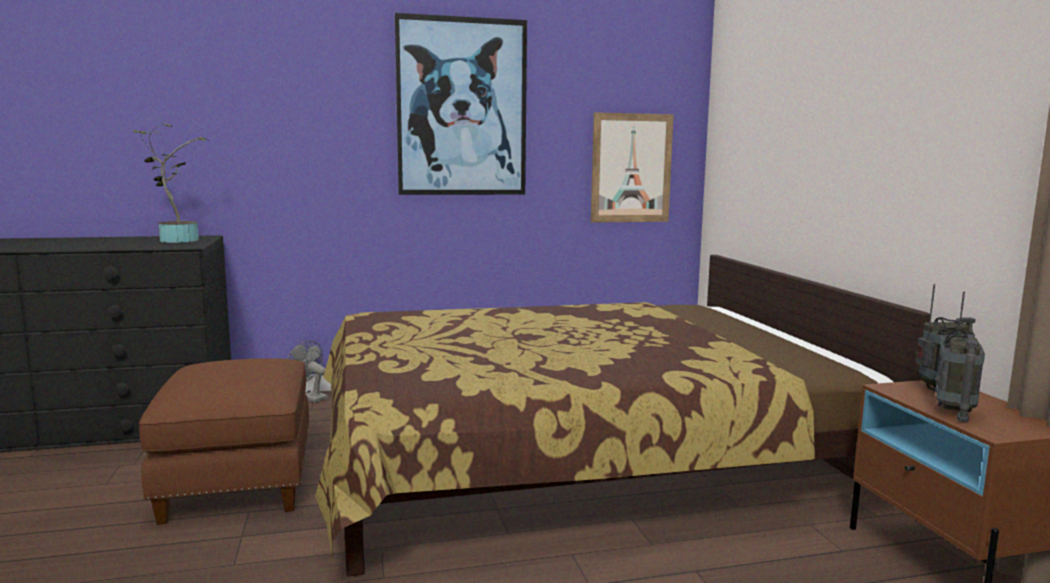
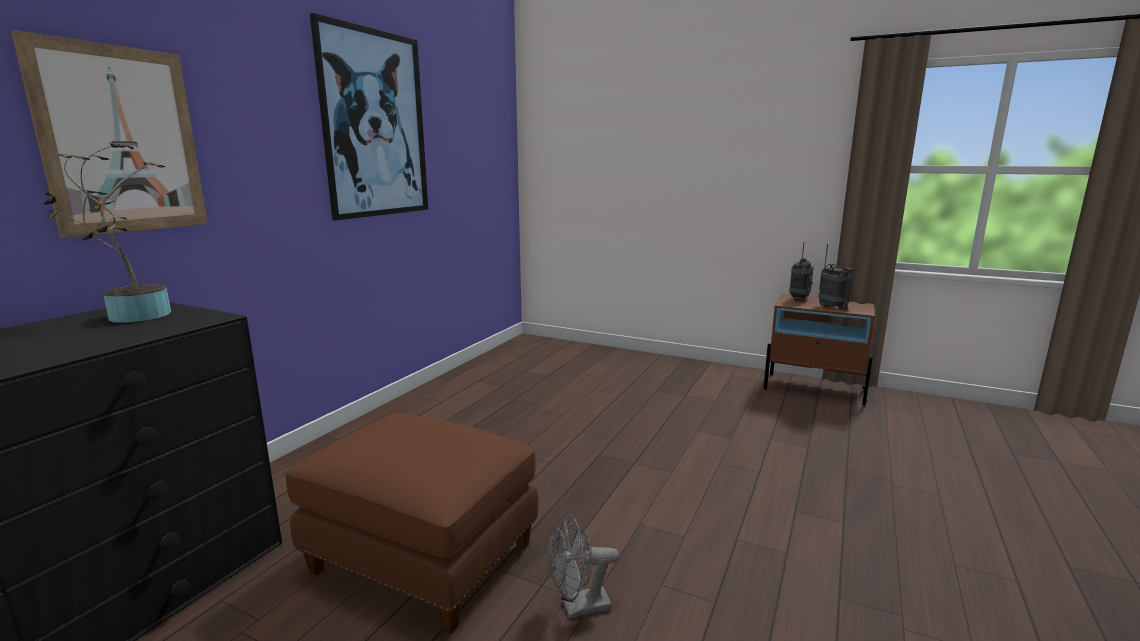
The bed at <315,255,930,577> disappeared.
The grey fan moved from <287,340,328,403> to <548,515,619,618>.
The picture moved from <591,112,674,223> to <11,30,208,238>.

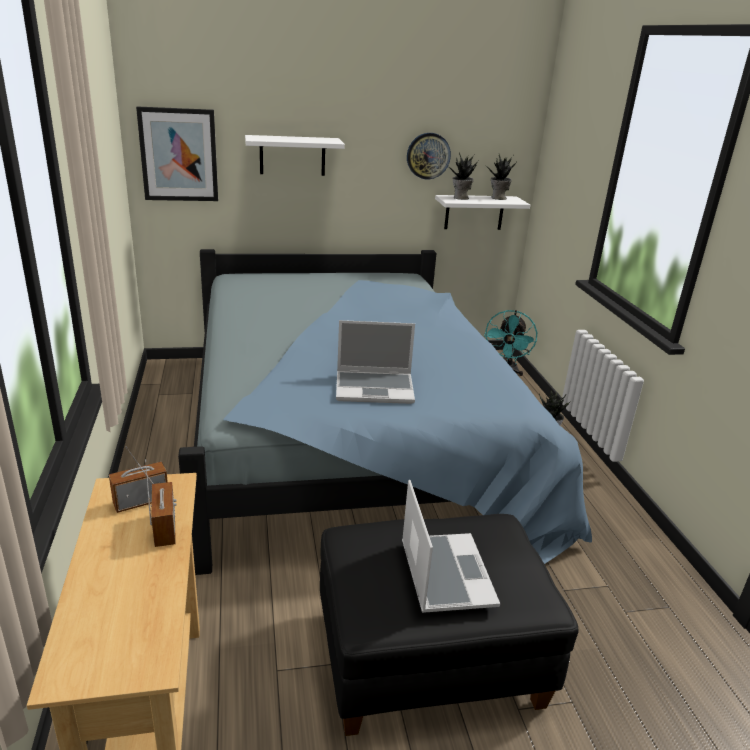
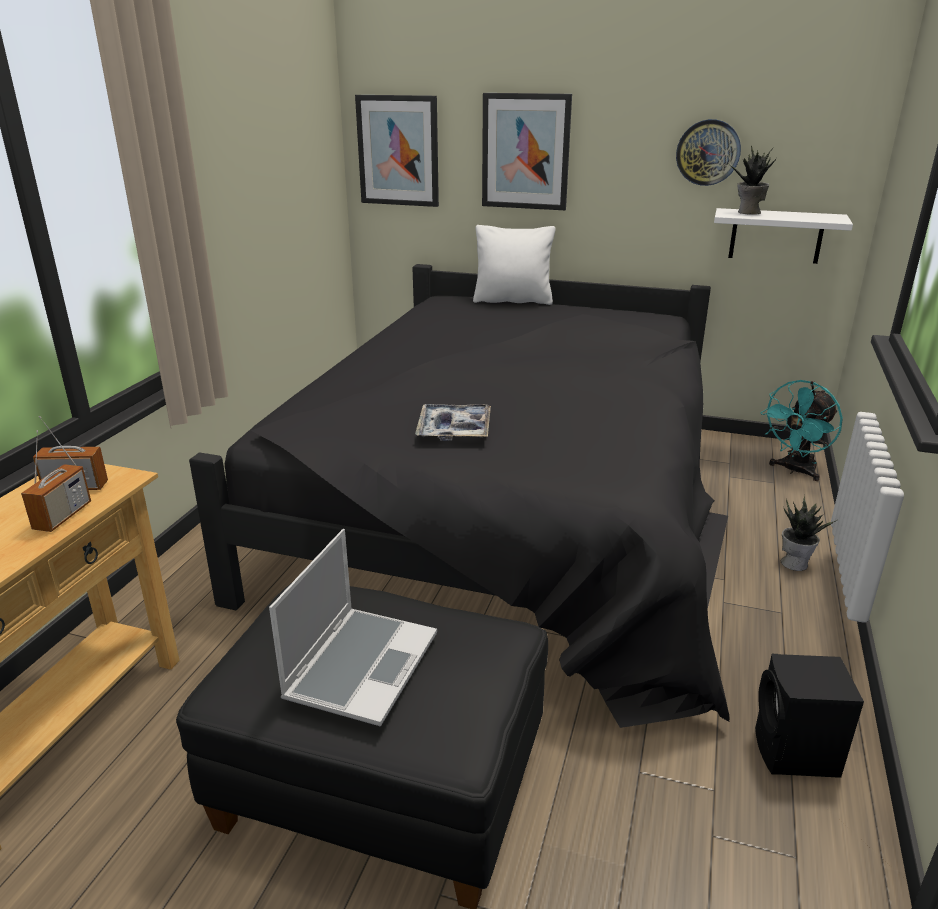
The potted plant at <485,154,516,200> disappeared.
The white pillow at <473,225,555,305> appeared.
The black speaker at <755,654,864,778> appeared.
The white shelf at <245,135,345,176> was replaced by the picture at <482,93,572,210>.
The laptop at <336,320,415,404> was replaced by the tray at <415,404,491,441>.
The blue bed at <178,249,592,575> became the black bed at <189,264,729,728>.

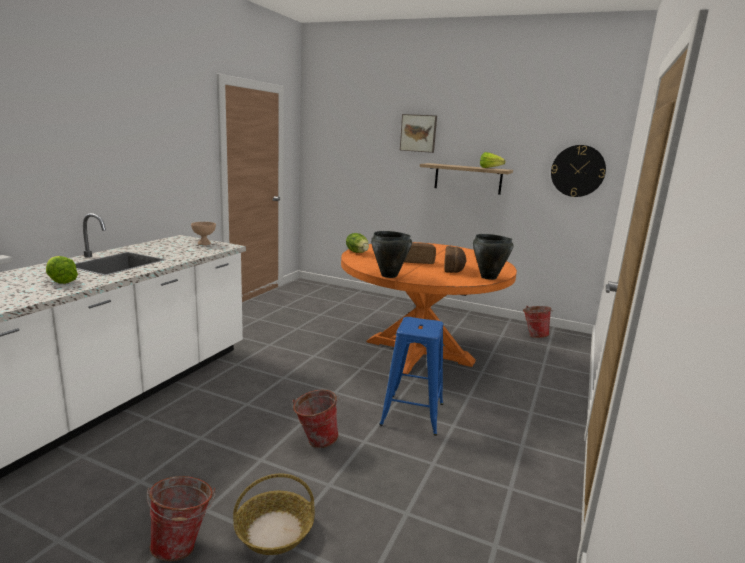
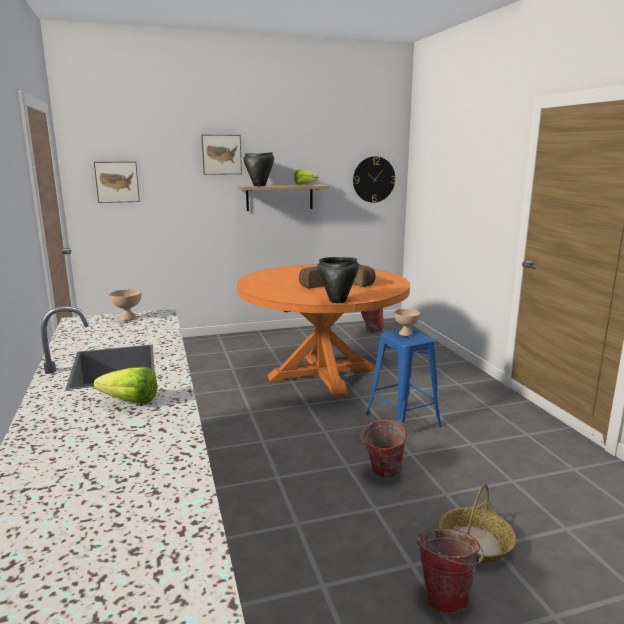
The lettuce at <346,233,369,253> disappeared.
The picture at <94,162,140,203> appeared.
The beige bowl at <394,309,420,336> appeared.
The black cooking pot moved from <473,234,513,280> to <243,152,274,186>.

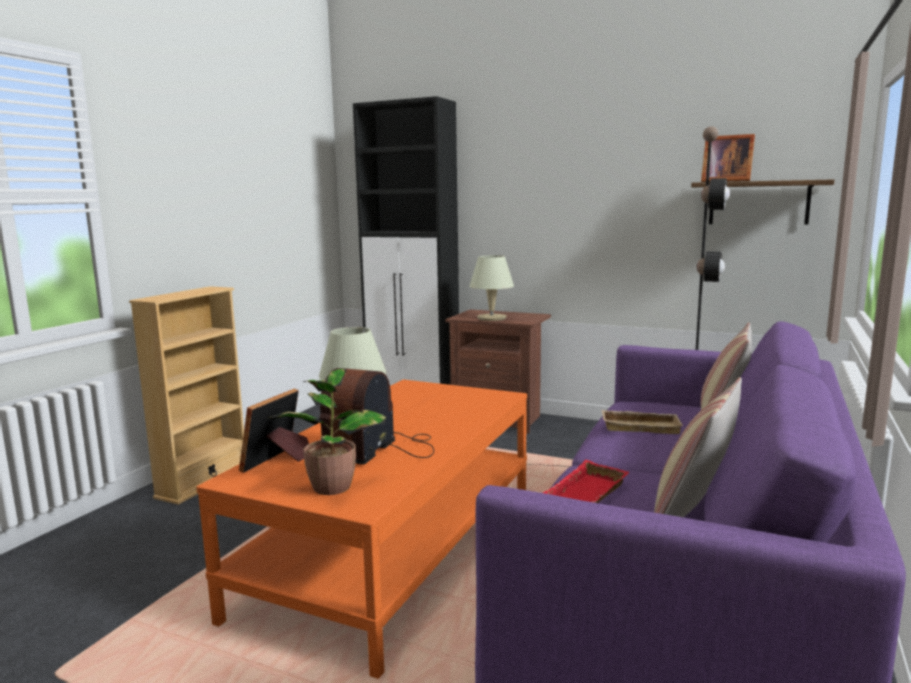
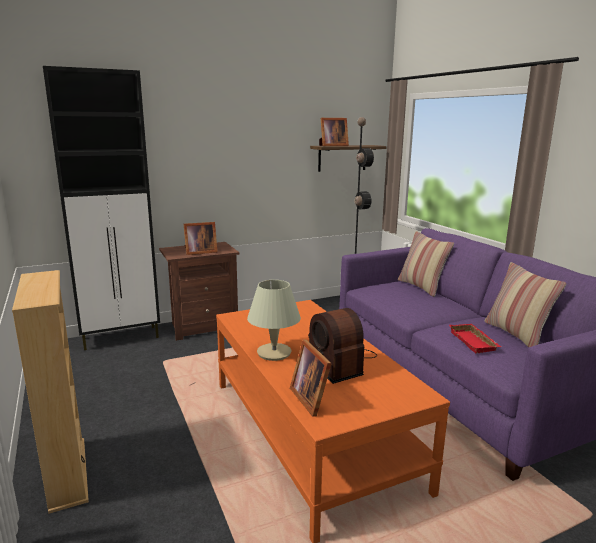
The potted plant at <267,368,387,495> disappeared.
The beige tray at <602,410,683,434> disappeared.
The beige table lamp at <469,255,514,321> was replaced by the picture frame at <184,222,218,255>.

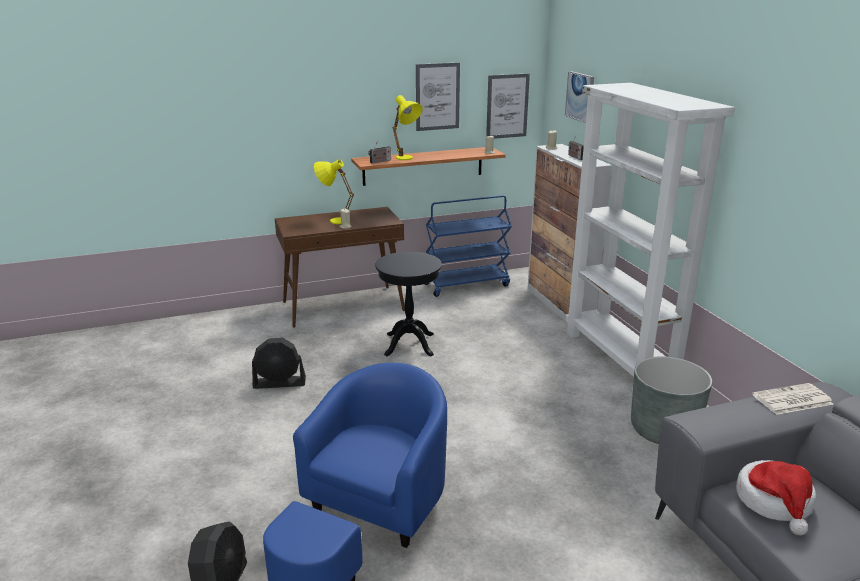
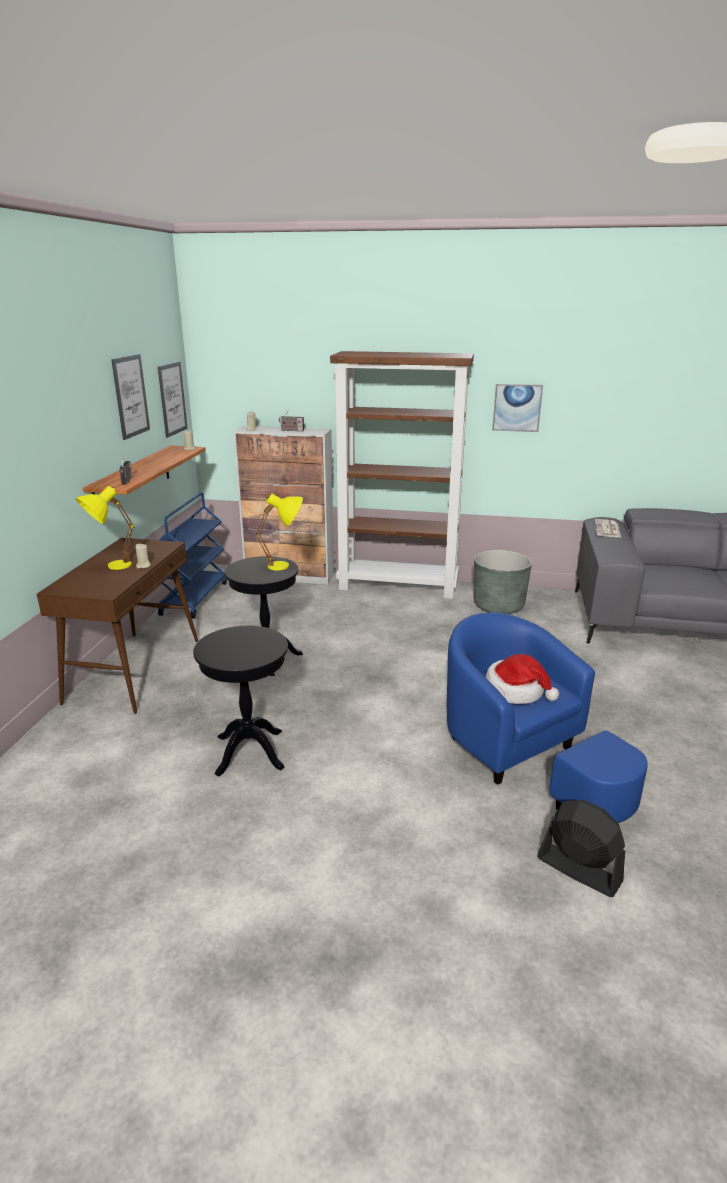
The yellow table lamp moved from <393,95,423,160> to <256,493,303,570>.
The picture moved from <565,71,594,123> to <492,384,543,432>.
The hat moved from <736,460,816,536> to <486,654,559,704>.
The black fan at <252,338,306,389> was replaced by the black side table at <193,626,288,776>.
The white bookcase at <565,83,735,392> became the brown bookcase at <330,351,474,599>.

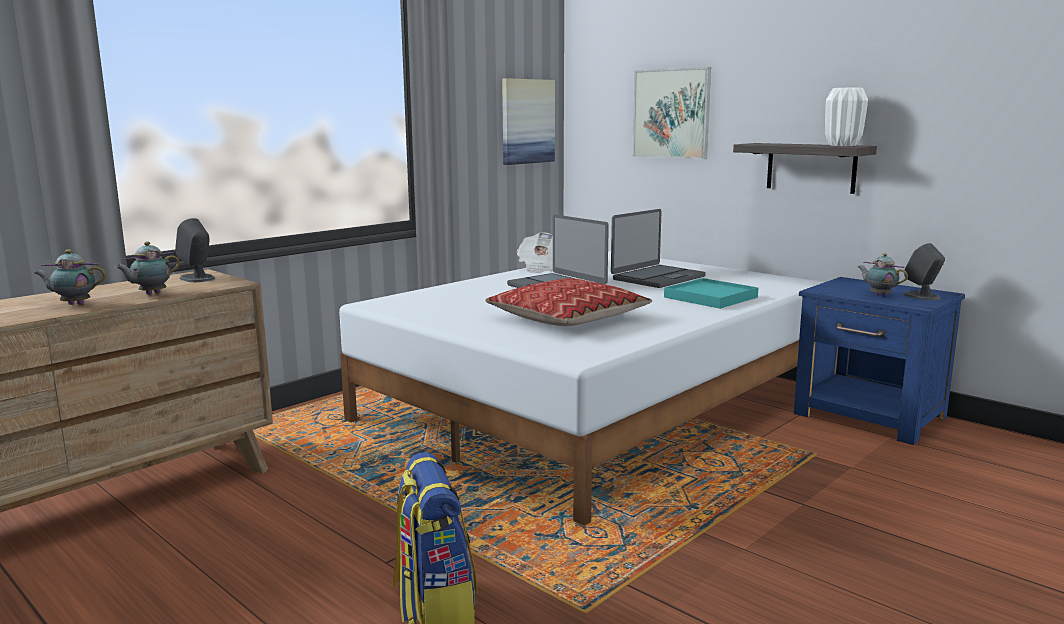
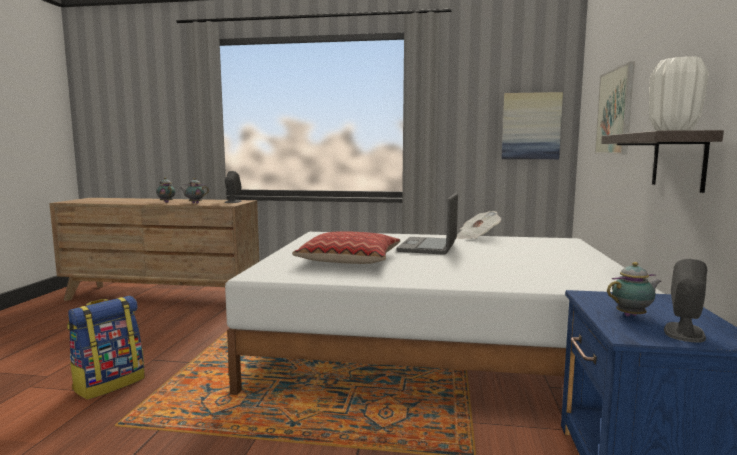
The laptop at <611,209,706,288> disappeared.
The turquoise tray at <664,278,758,309> disappeared.
The teapot at <858,253,908,296> turned 60 degrees clockwise.

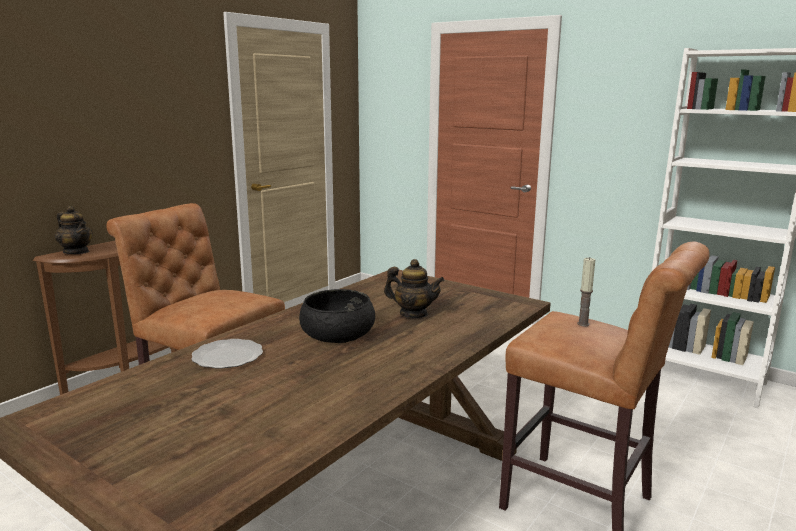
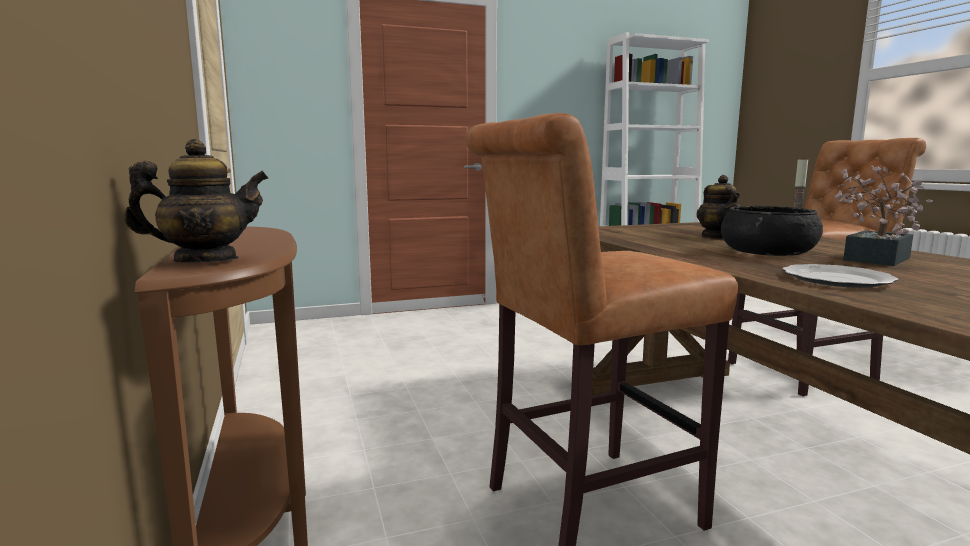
The potted plant at <834,165,932,266> appeared.
The teapot at <384,259,445,318> turned 120 degrees clockwise.

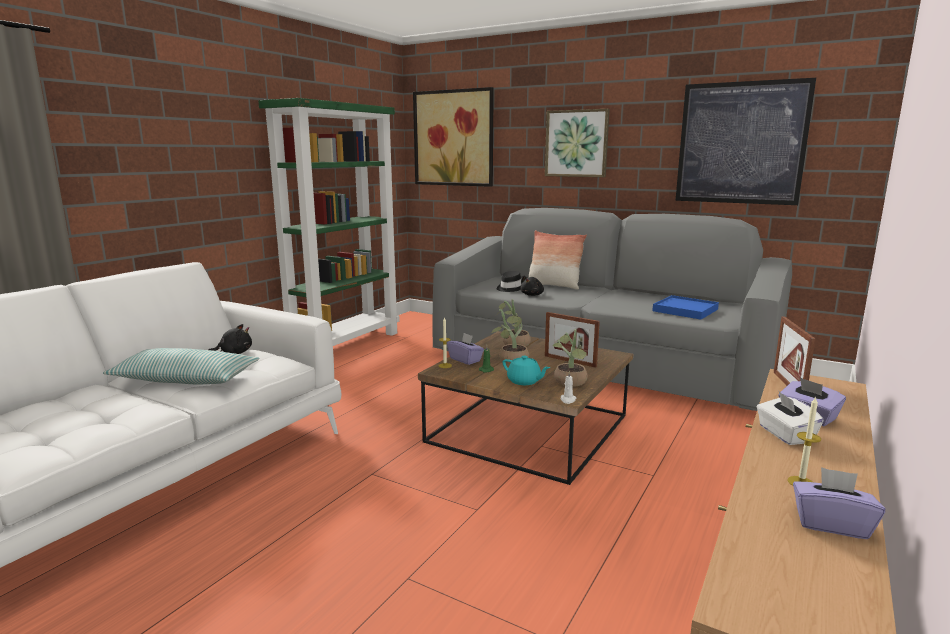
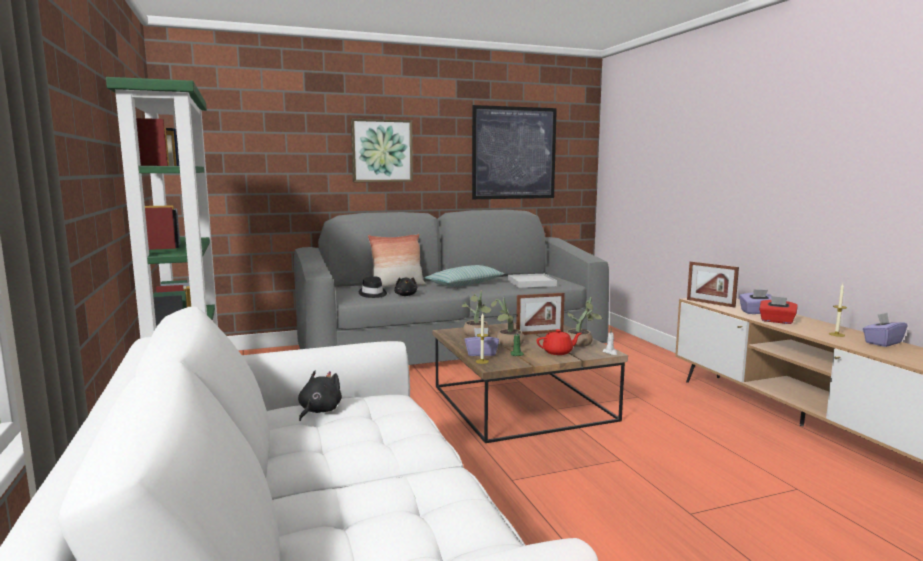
The picture at <413,87,494,187> disappeared.
The pillow moved from <103,348,260,384> to <425,265,504,287>.
The turquoise teapot at <503,356,550,385> became the red teapot at <537,329,582,355>.
The blue tray at <652,295,719,320> became the white tray at <508,274,557,288>.
The white tissue box at <757,392,823,445> became the red tissue box at <759,296,798,324>.

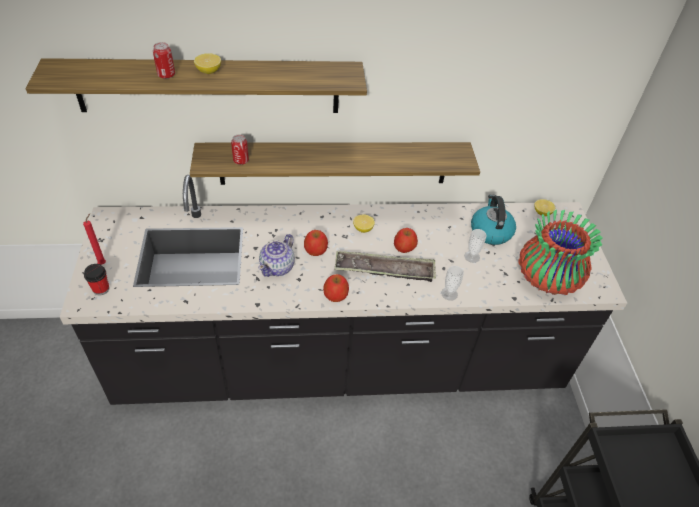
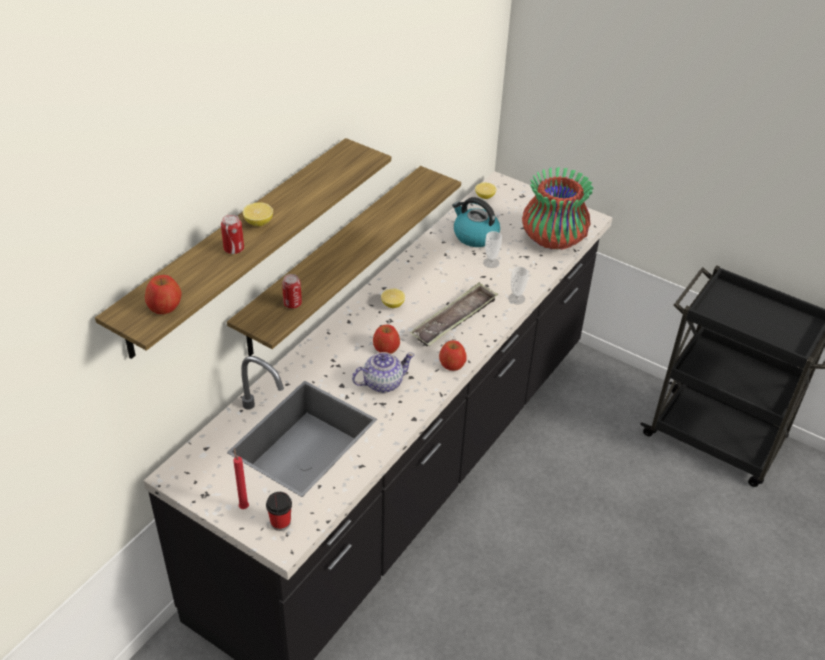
The apple moved from <394,228,418,253> to <145,275,181,314>.
The teapot at <259,234,295,277> turned 90 degrees counterclockwise.

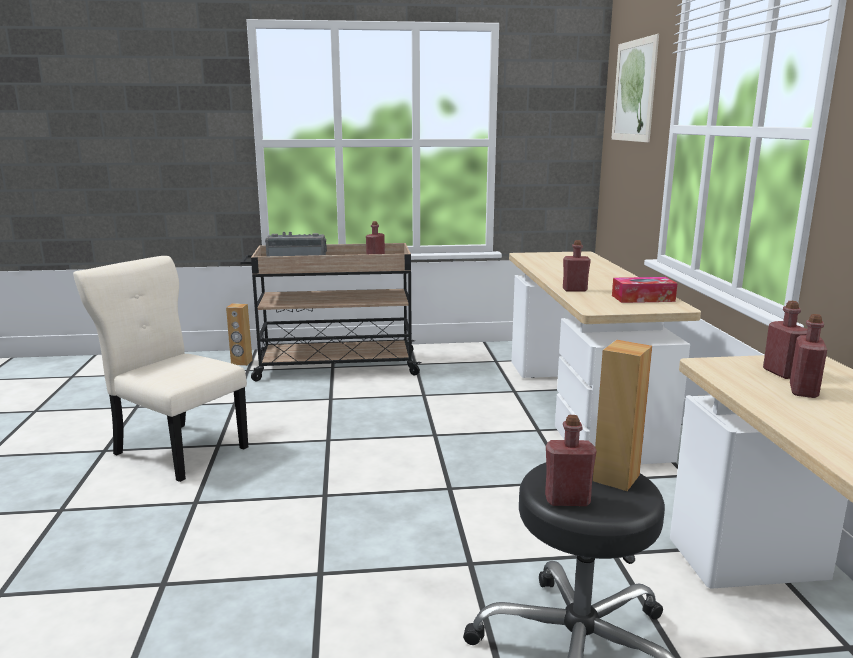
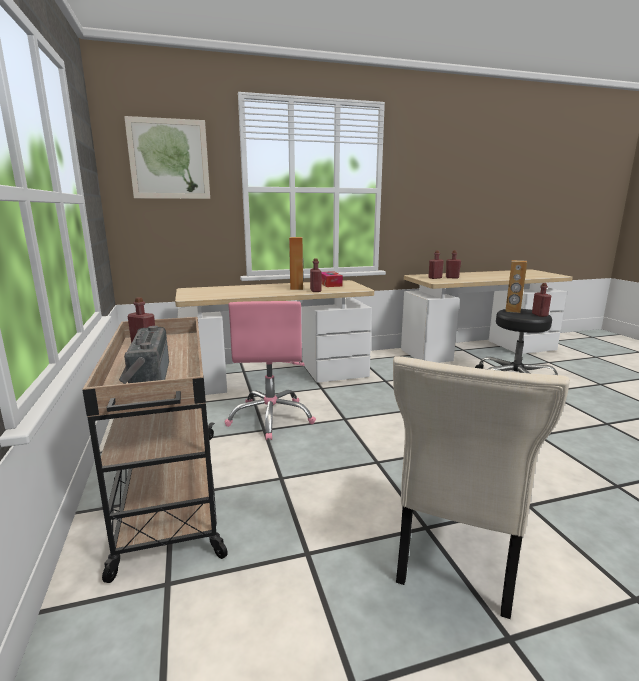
The pink office chair at <225,301,316,440> appeared.
The brown speaker moved from <226,303,253,366> to <289,237,304,290>.

